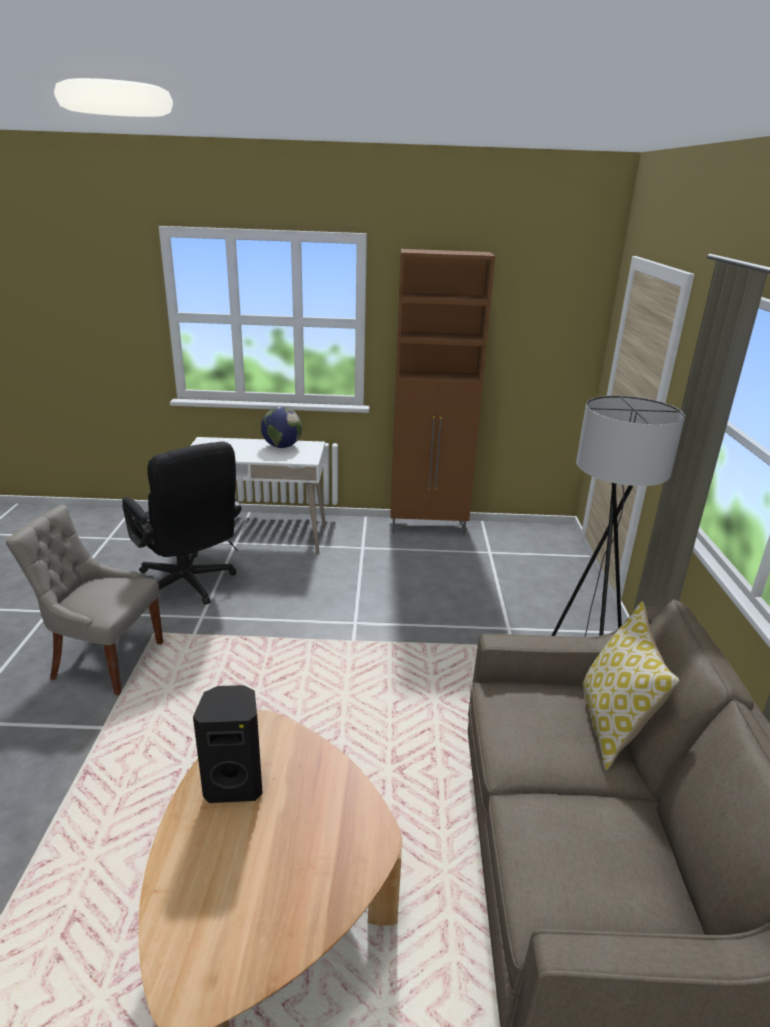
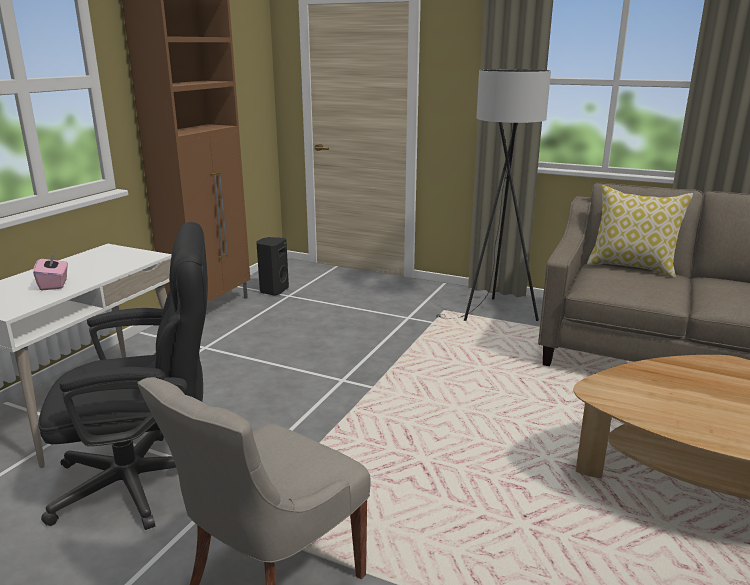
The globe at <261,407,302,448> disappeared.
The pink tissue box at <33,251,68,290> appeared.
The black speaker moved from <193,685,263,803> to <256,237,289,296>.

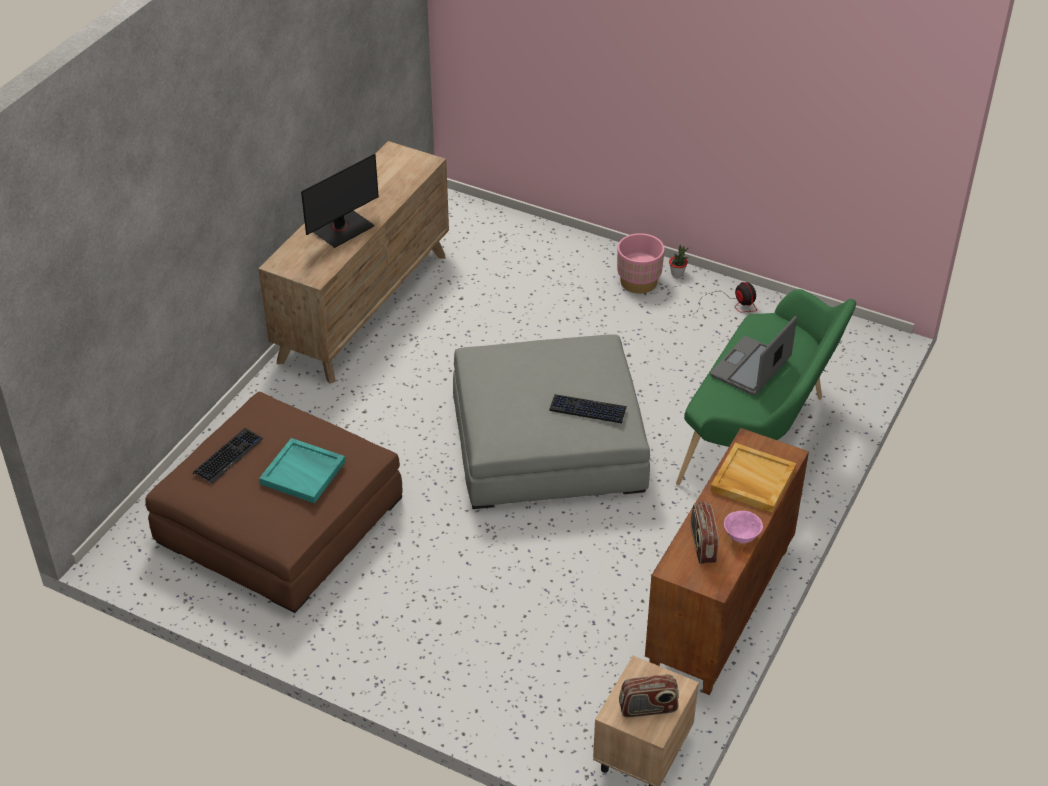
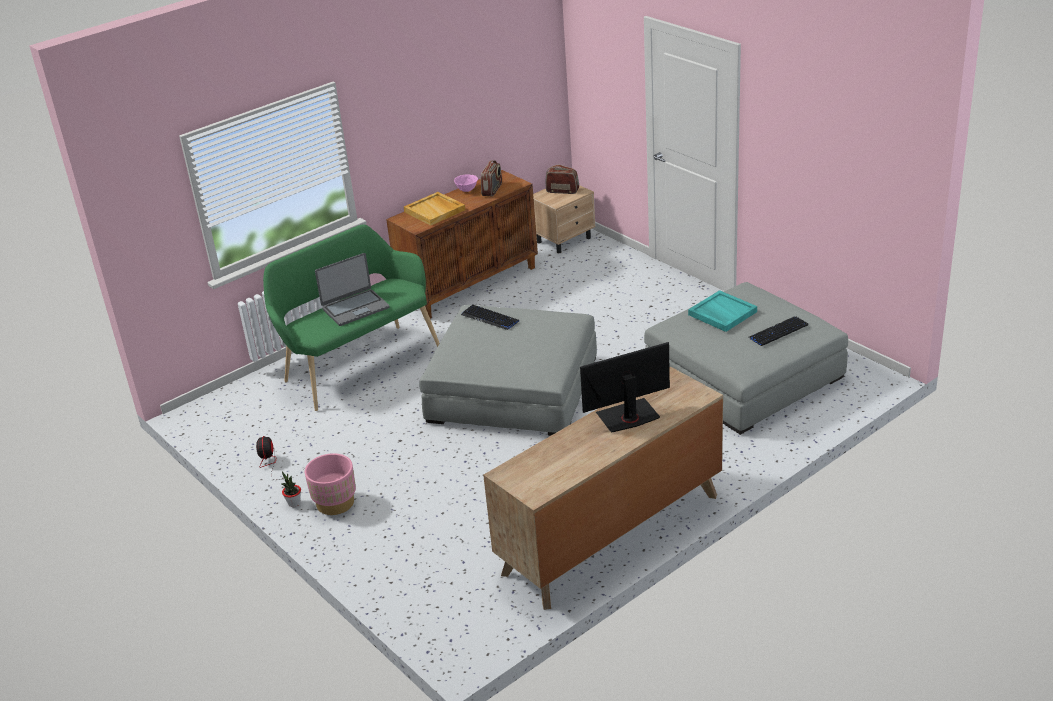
The brown ottoman at <145,392,402,613> became the grey ottoman at <644,282,848,435>.

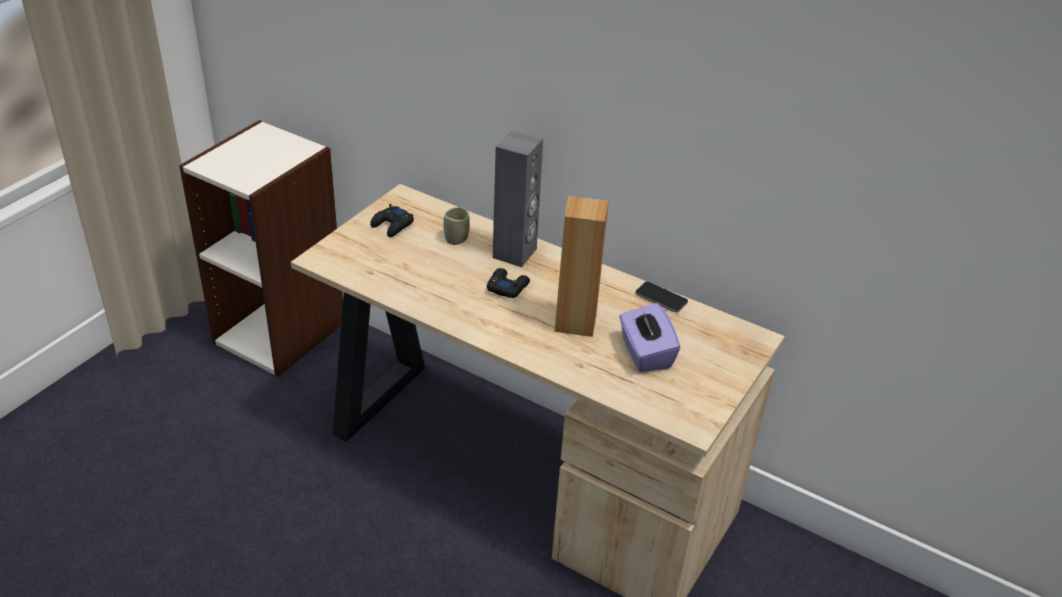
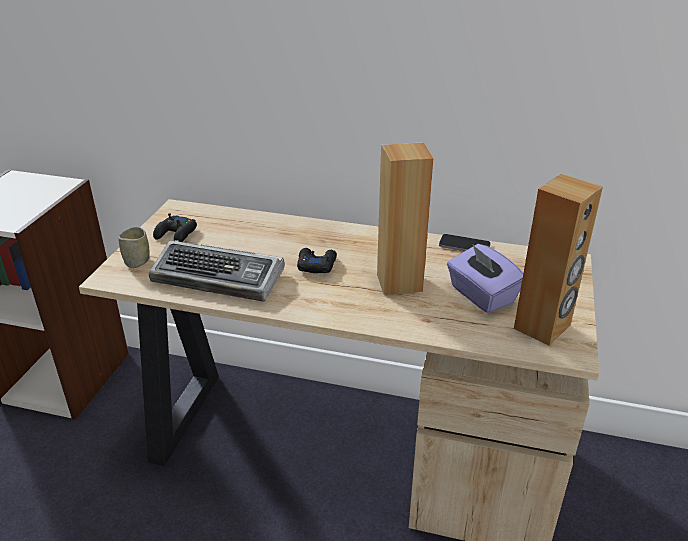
The grey speaker at <493,131,543,267> disappeared.
The keyboard at <149,240,285,302> appeared.
The brown speaker at <514,174,603,346> appeared.
The cup moved from <443,207,470,245> to <118,227,150,268>.

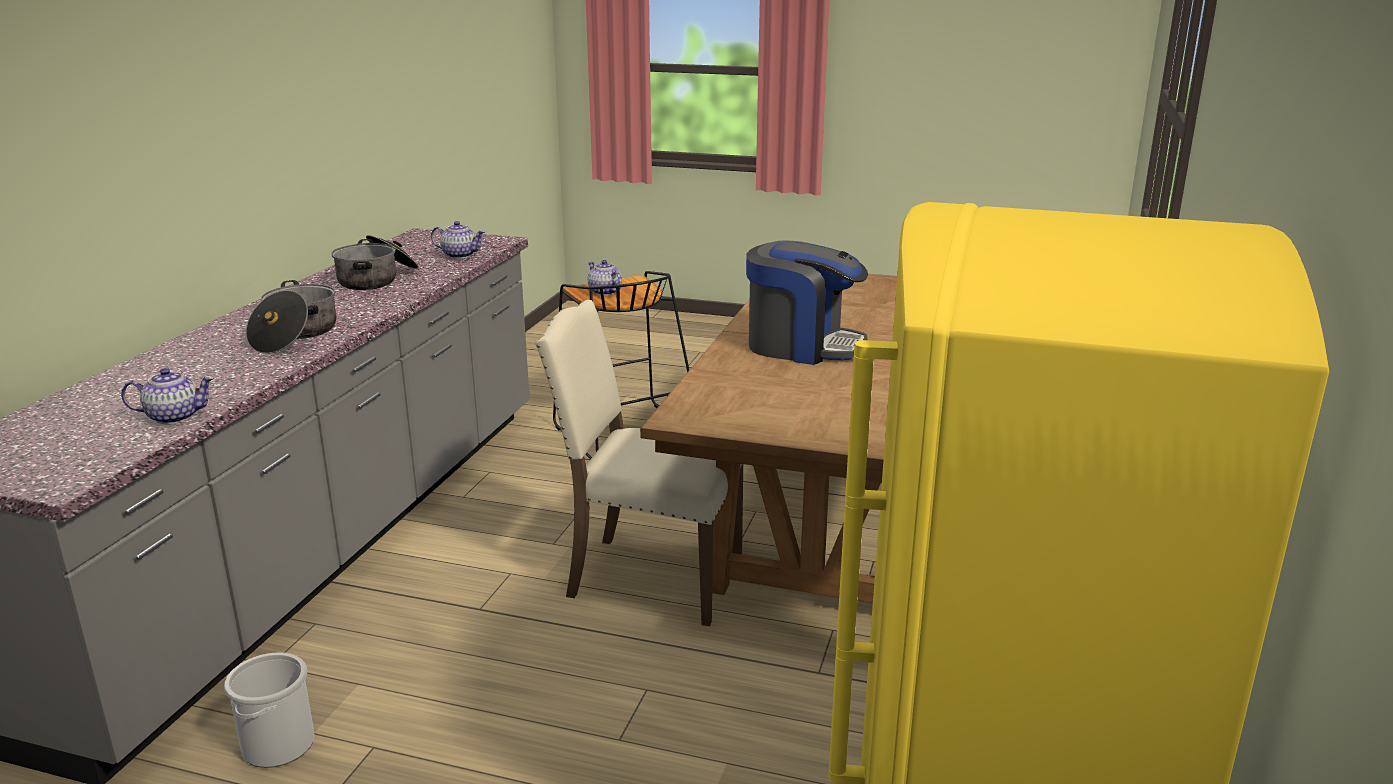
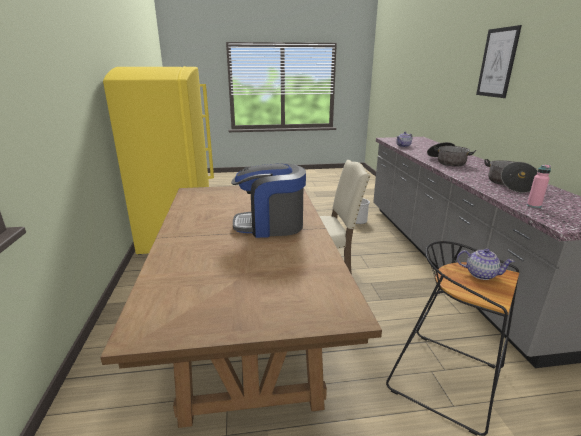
The picture at <476,25,522,98> appeared.
The teapot at <431,221,485,259> was replaced by the pink bottle at <527,165,551,208>.

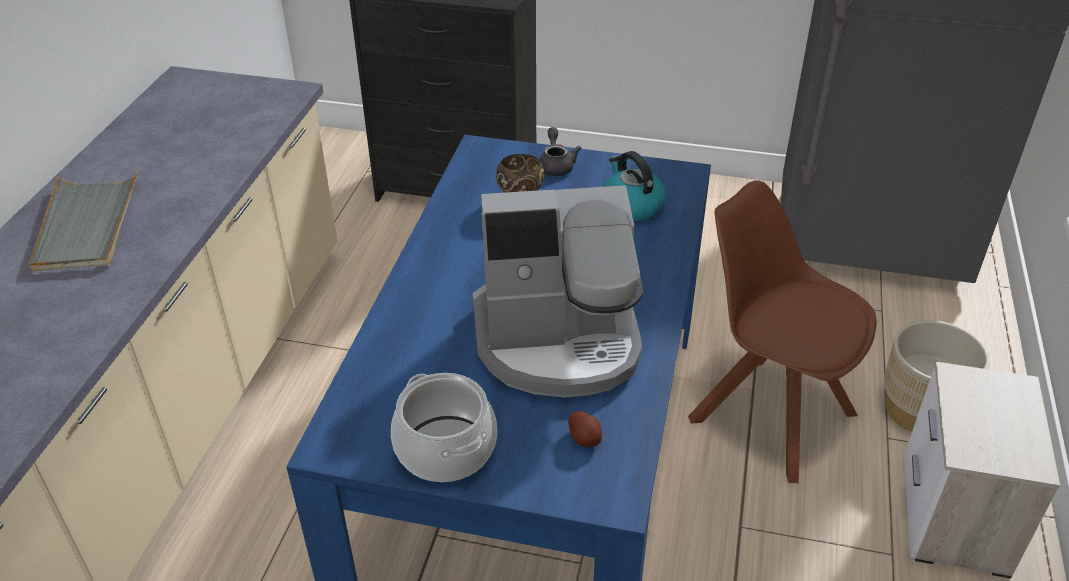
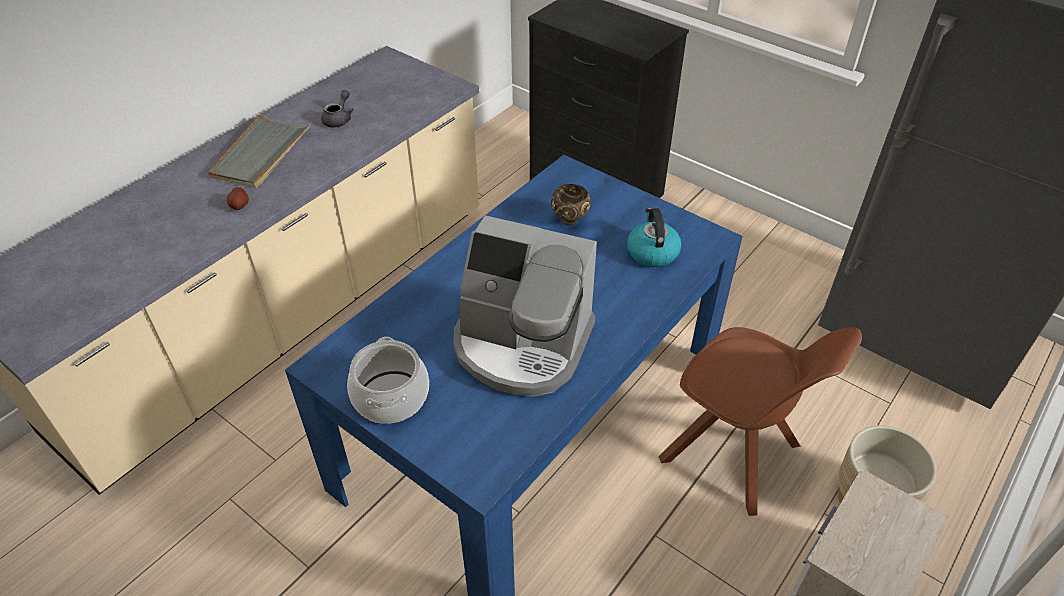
The grey teapot moved from <539,127,581,176> to <321,90,353,128>.
The potato moved from <568,411,602,447> to <227,187,249,210>.
The brown chair at <688,180,876,483> turned 150 degrees clockwise.

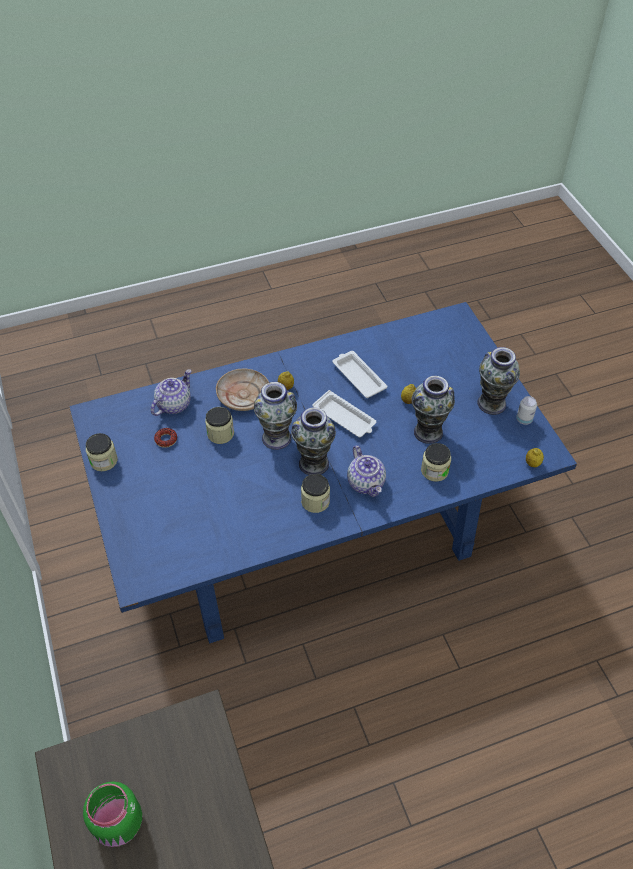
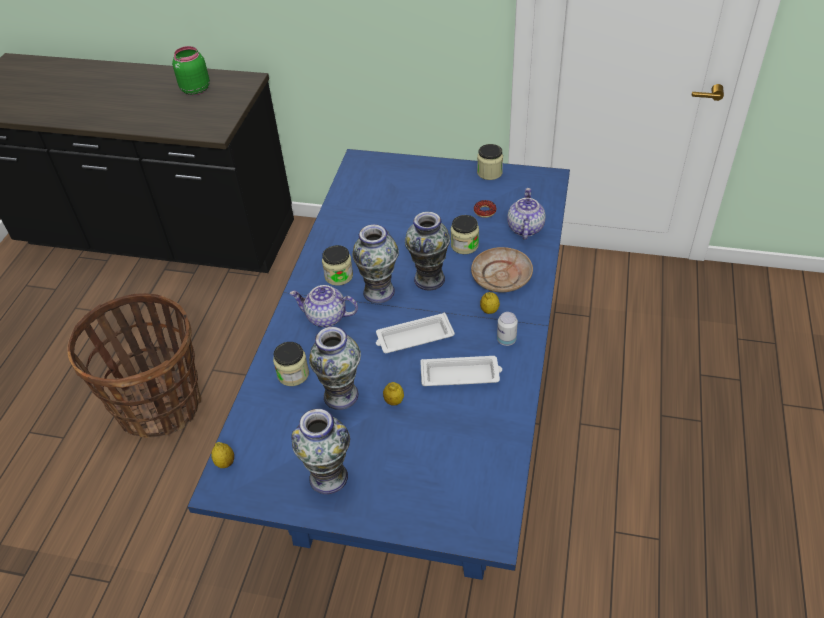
The basket at <67,293,201,438> appeared.
The can moved from <516,396,537,425> to <497,312,518,346>.
The teapot at <151,369,192,416> turned 150 degrees counterclockwise.

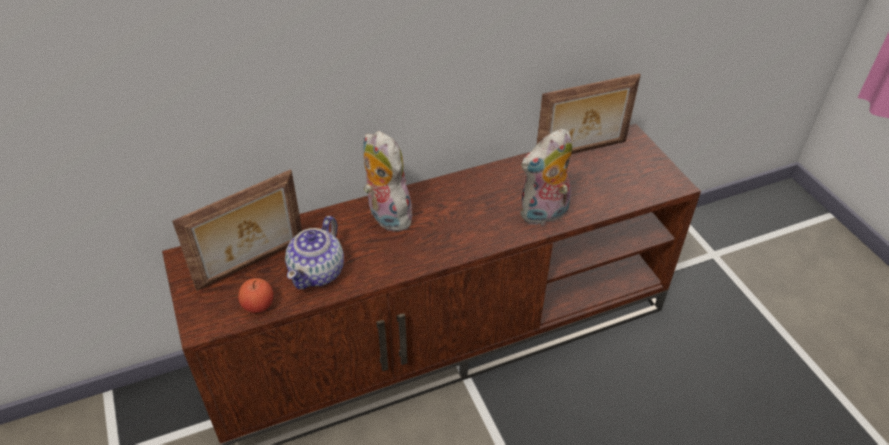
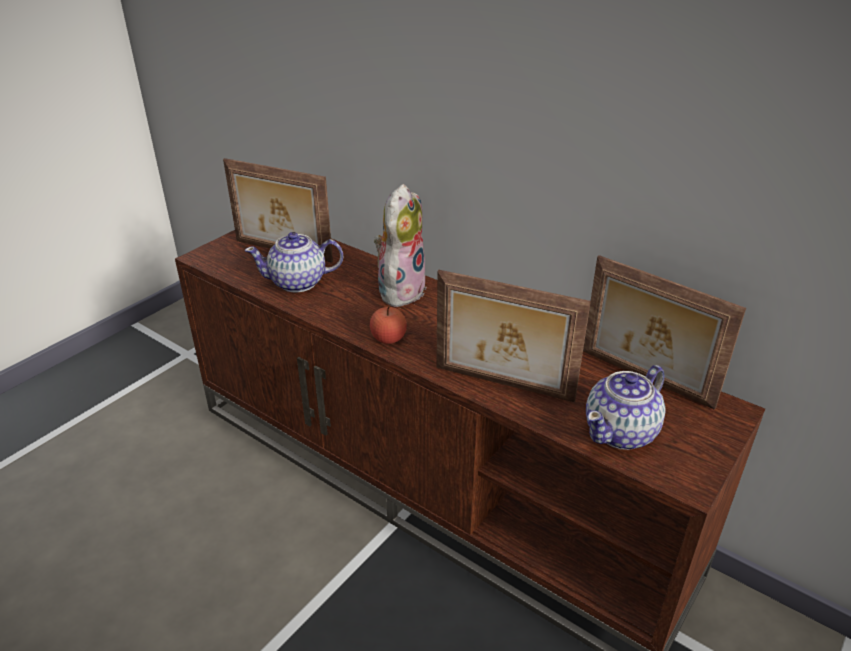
The teapot at <586,365,666,450> appeared.
The apple moved from <238,278,273,313> to <370,306,407,344>.
The plush toy at <521,128,573,225> was replaced by the picture frame at <436,270,591,402>.

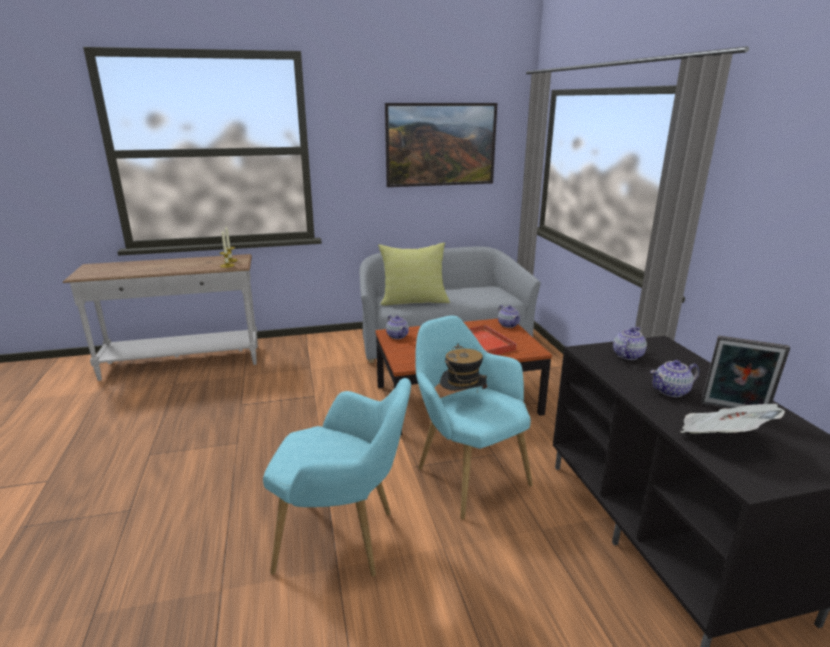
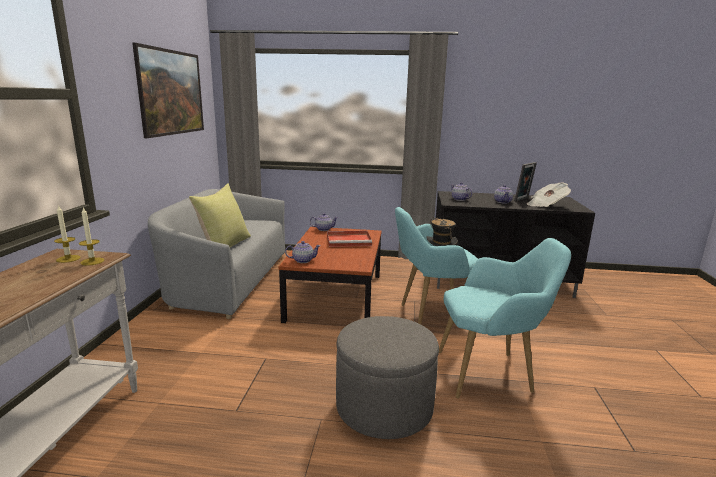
The grey ottoman at <336,316,439,439> appeared.
The turquoise armchair at <263,378,411,577> turned 60 degrees clockwise.

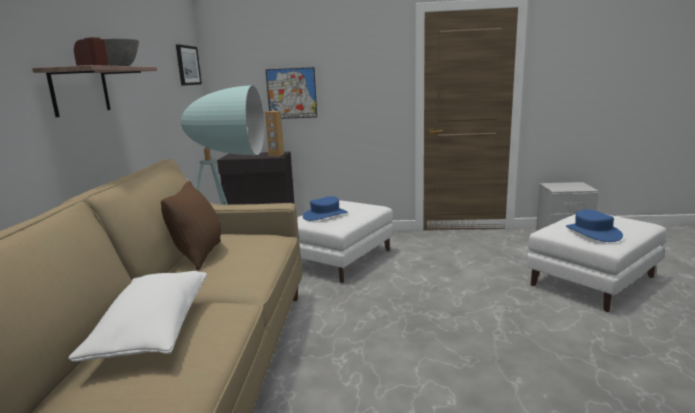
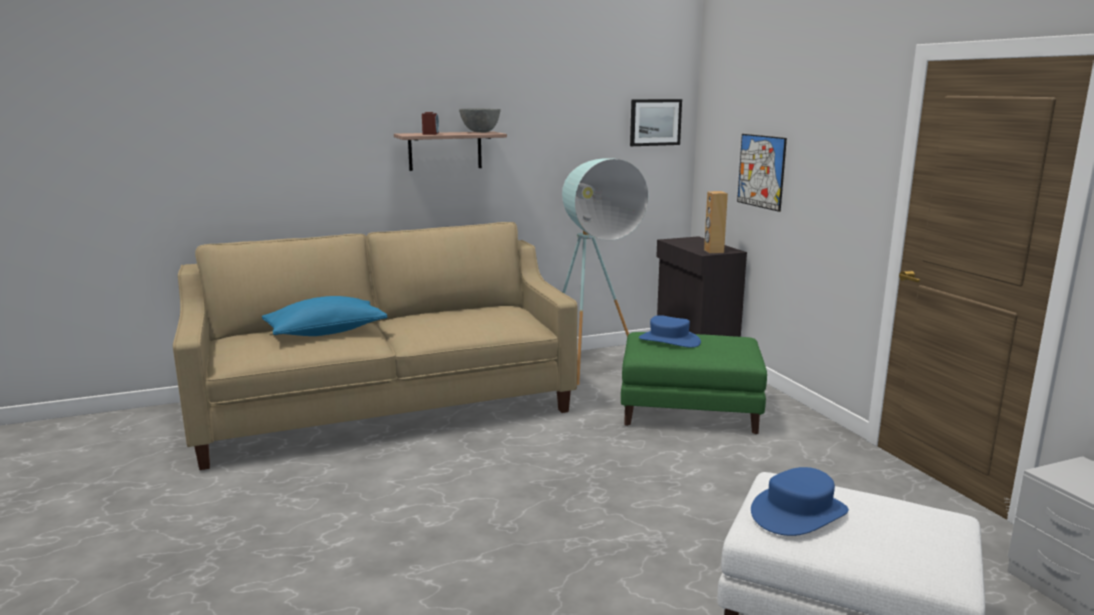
The brown pillow at <161,181,221,270> disappeared.
The white pillow at <68,271,207,362> became the blue pillow at <262,296,387,336>.
The white ottoman at <297,200,393,283> became the green ottoman at <621,332,767,434>.

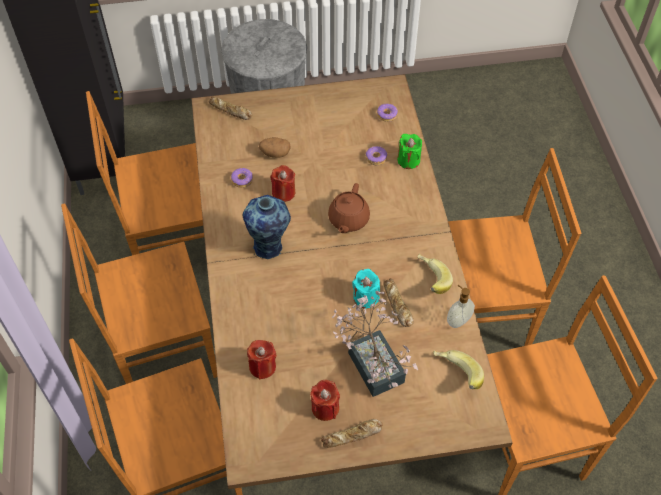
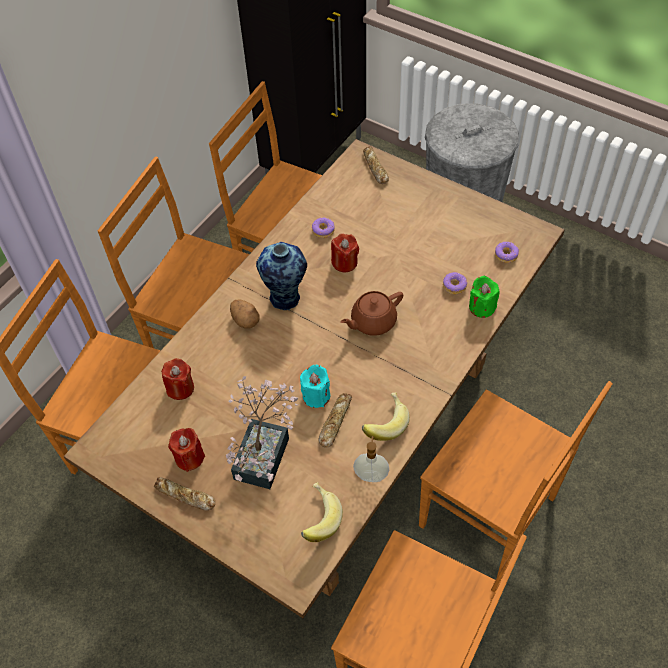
The potato moved from <259,137,290,158> to <230,299,260,329>.

